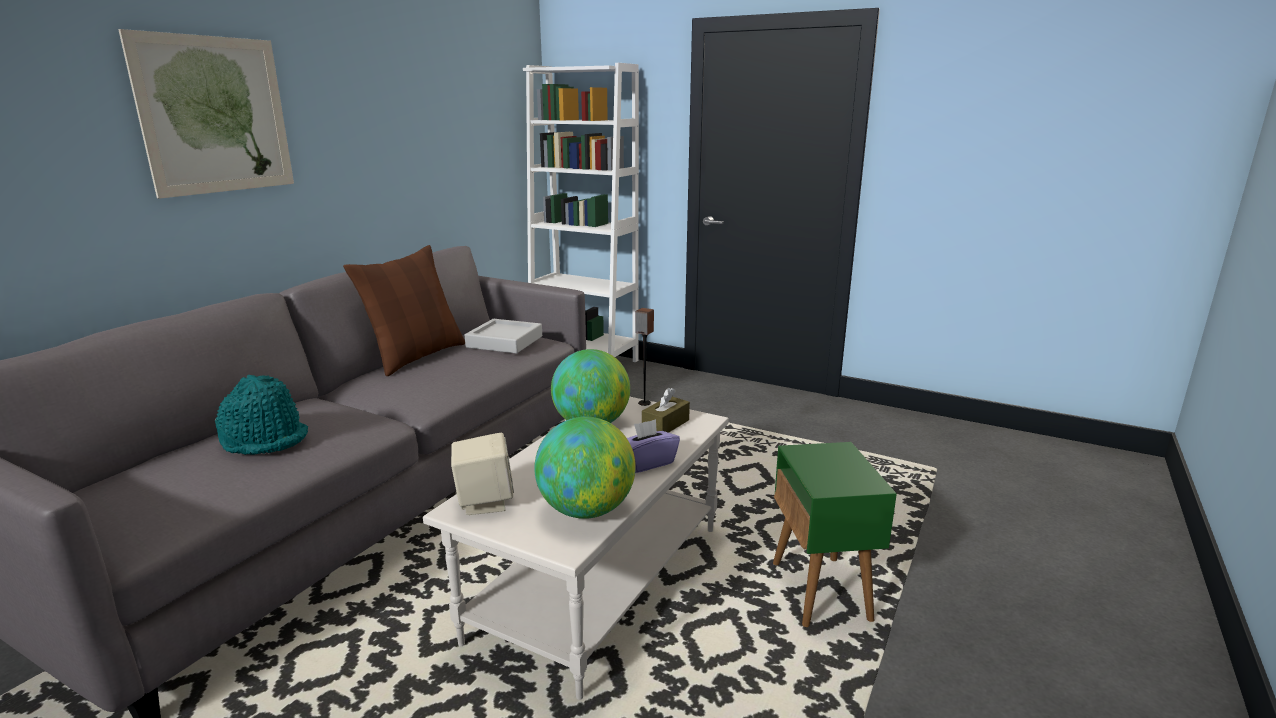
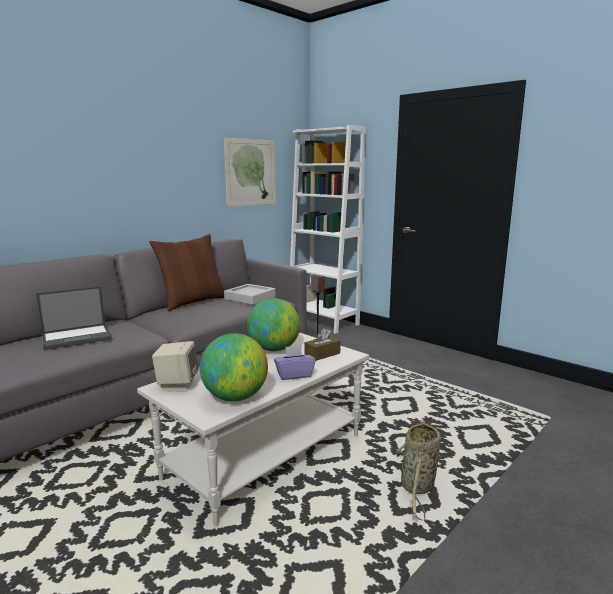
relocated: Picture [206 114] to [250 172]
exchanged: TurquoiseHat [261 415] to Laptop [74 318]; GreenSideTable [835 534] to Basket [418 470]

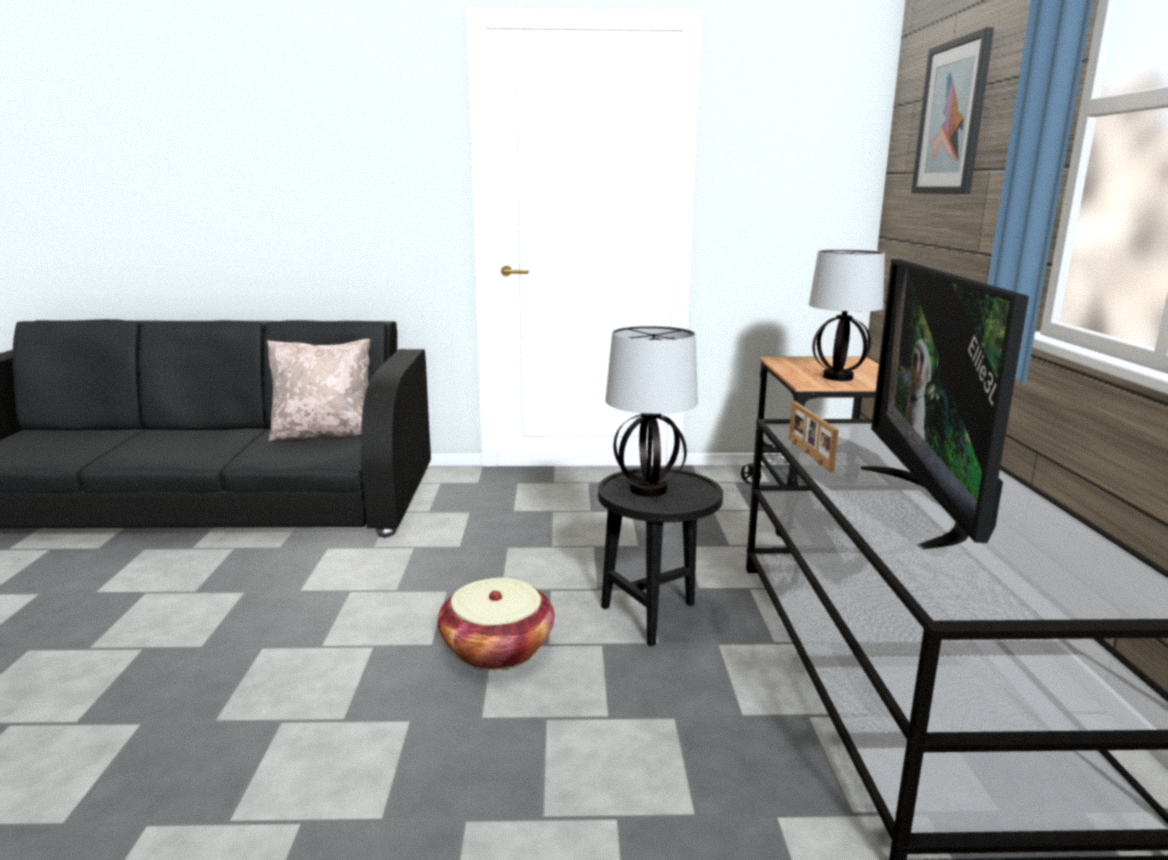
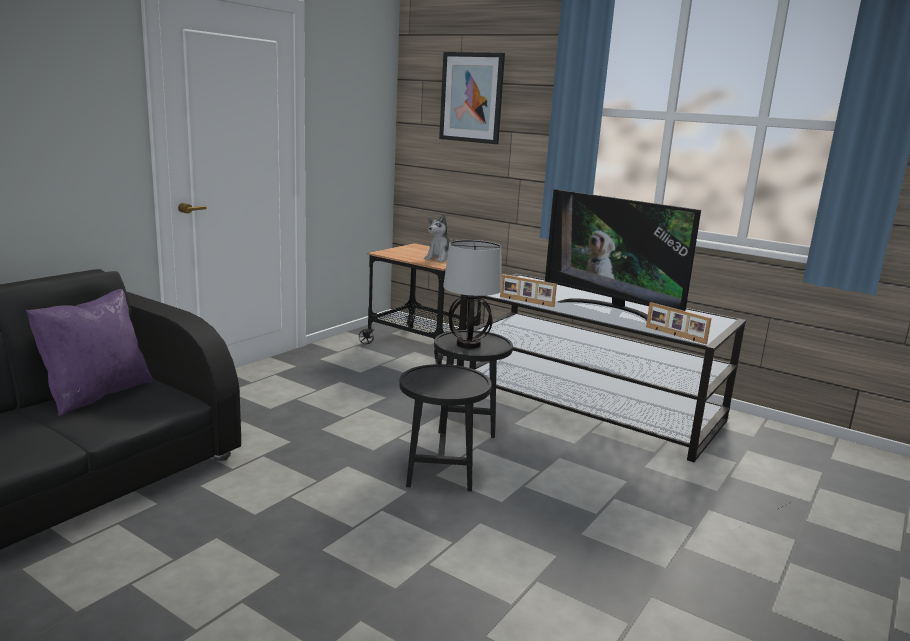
appeared: PictureFrame [679 323]
exchanged: TableLamp [847 315] to PlushToy [439 237]; Basket [496 624] to BlackSideTable [445 427]
colour: BeigePillow [319 390] to PurplePillow [89 352]

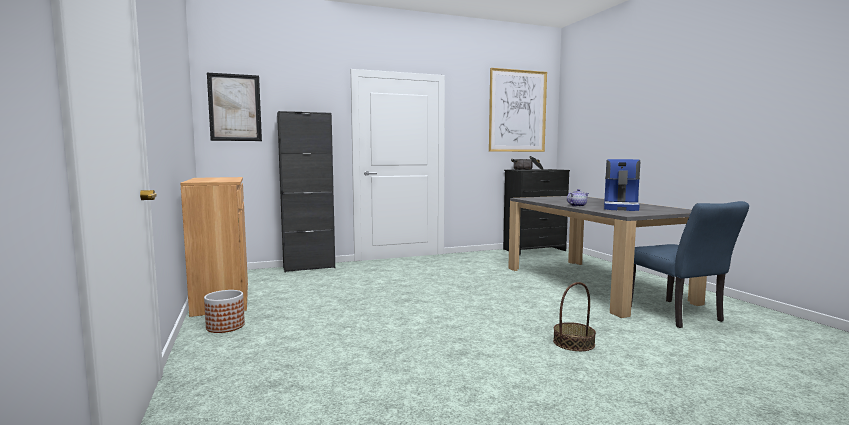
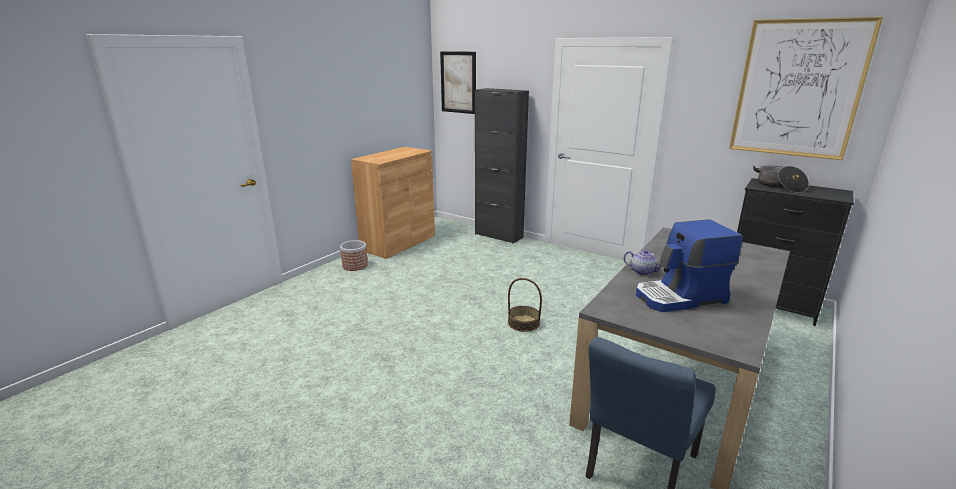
relocated: Basket [574 316] to [525 305]

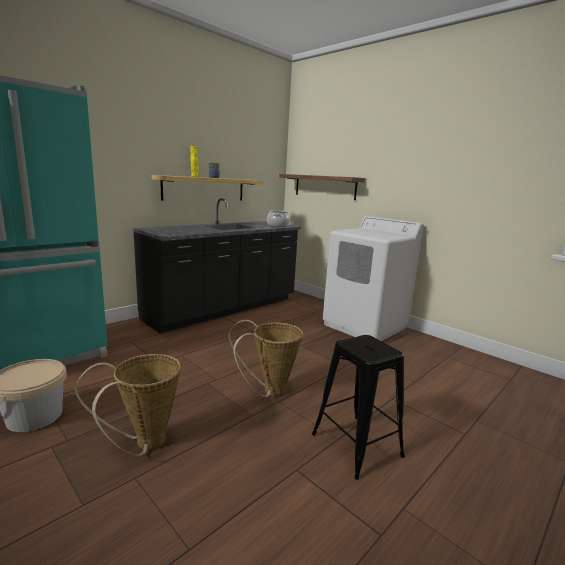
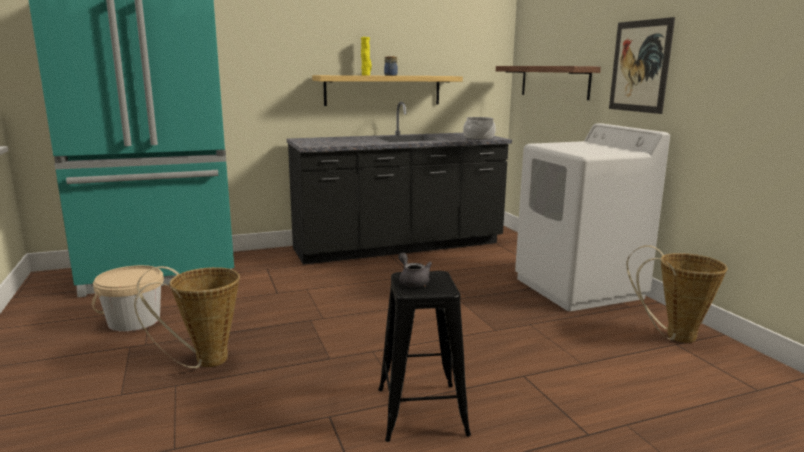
appeared: Picture [642 65]; GreyTeapot [415 270]
relocated: Basket [265 358] to [676 294]

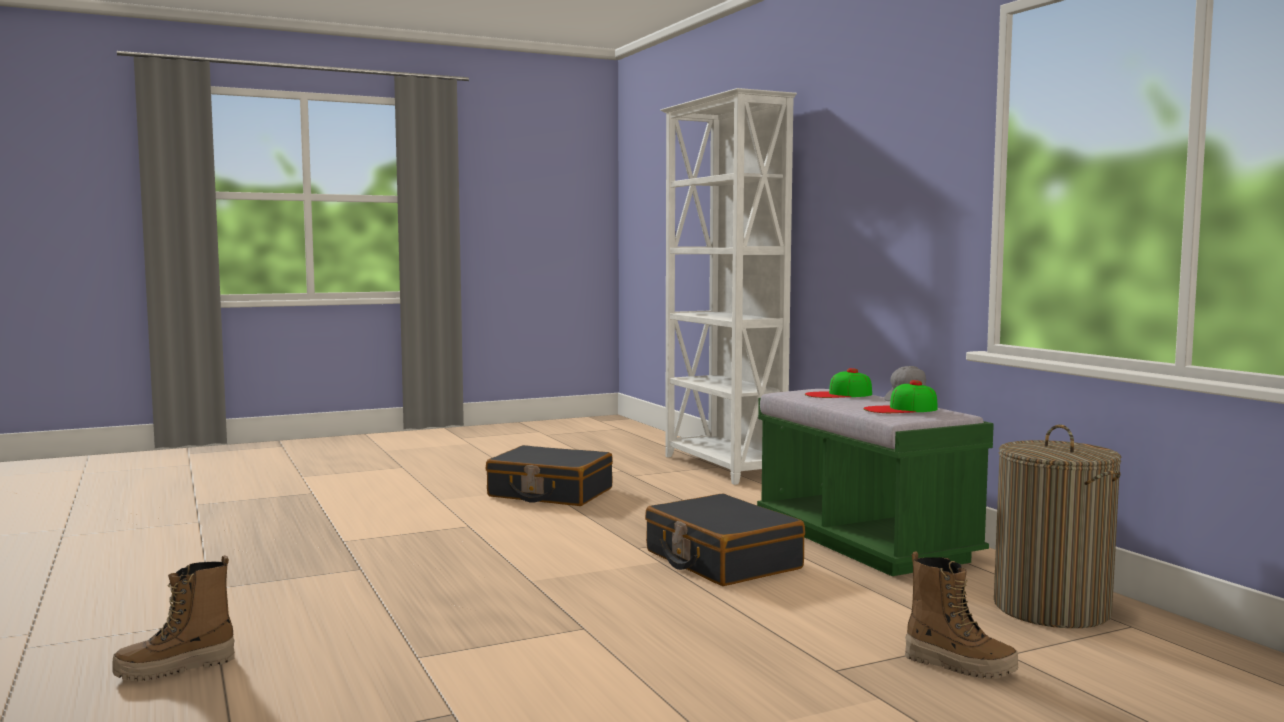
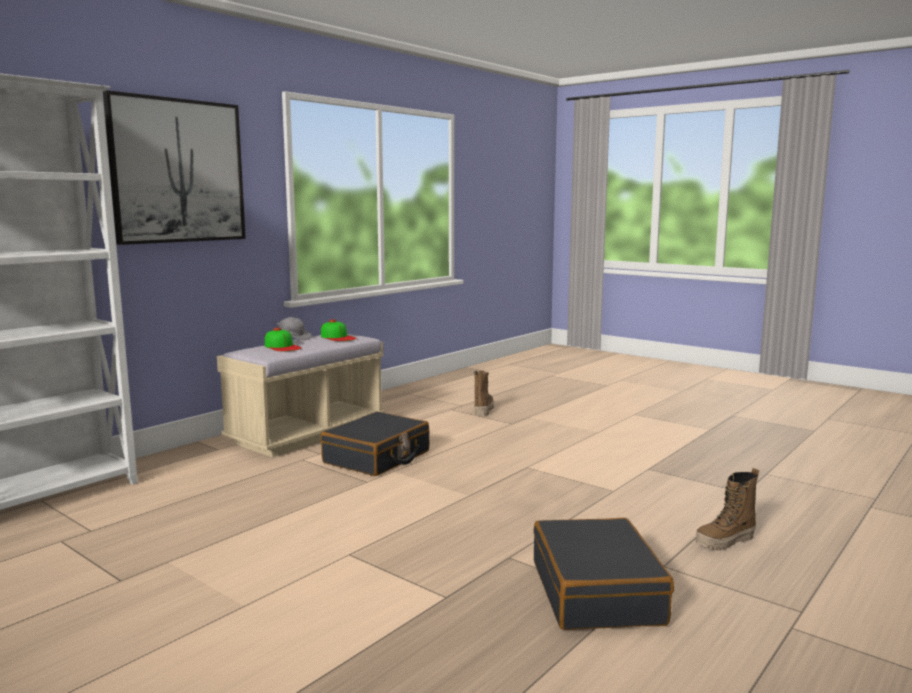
missing: LaundryBasket [1057 526]
appeared: Picture [174 167]
relocated: BlackSuitcase [549 475] to [603 574]
colour: GreenBench [875 482] to BeigeBench [301 396]
spun: Boot [173 618] = [727 509] 120 degrees clockwise

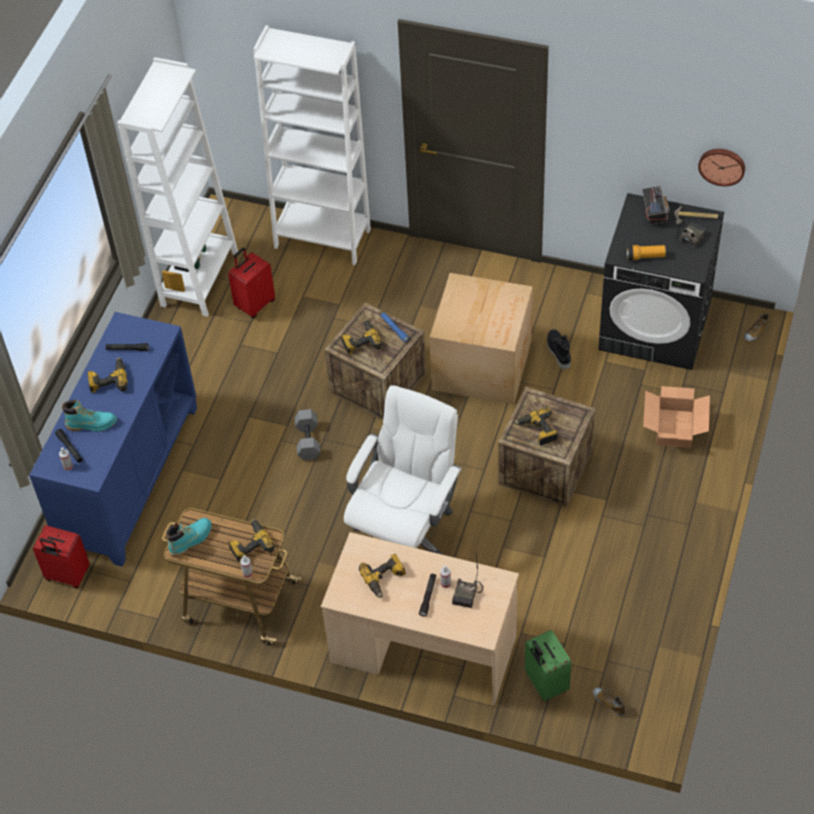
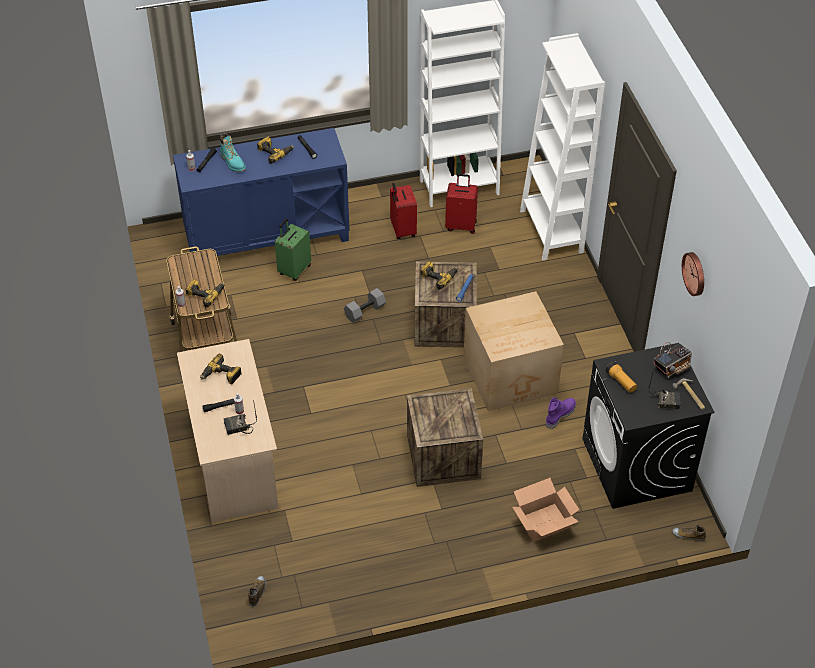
missing: WhiteOfficeChair [403 470]; PowerDrill [536 426]; TurquoiseBoot [189 538]
relocated: WallClock [721 167] to [693 274]; RedSuitcase [61 556] to [403 211]; GreenSuitcase [548 665] to [293 250]
colour: BlackBoot [559 349] to PurpleBoot [561 412]

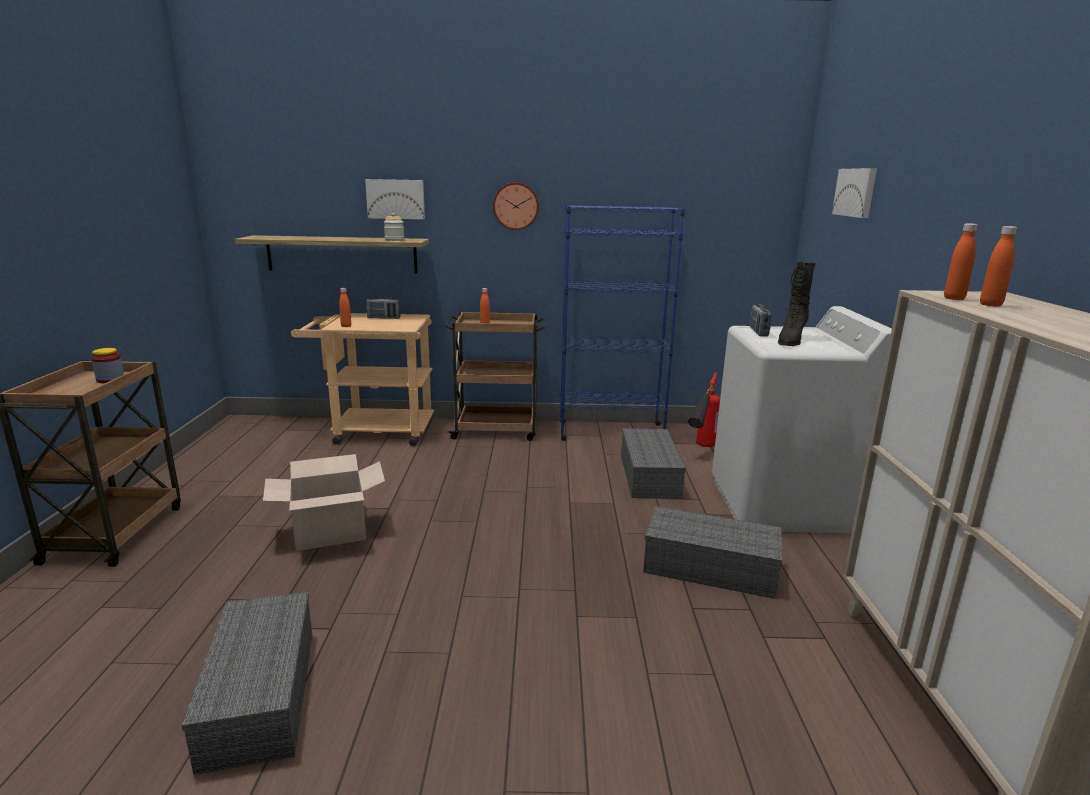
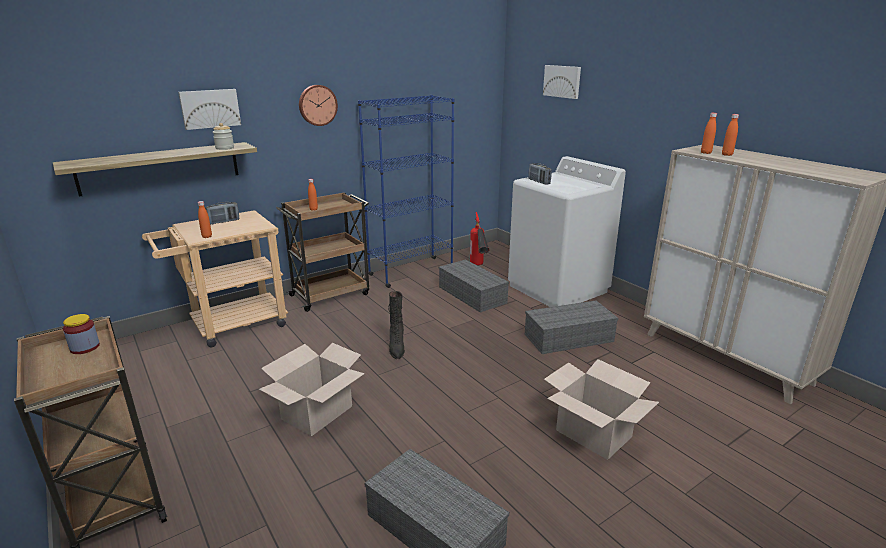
appeared: CardboardBox [601 409]
relocated: BlackBoot [797 304] to [396 325]

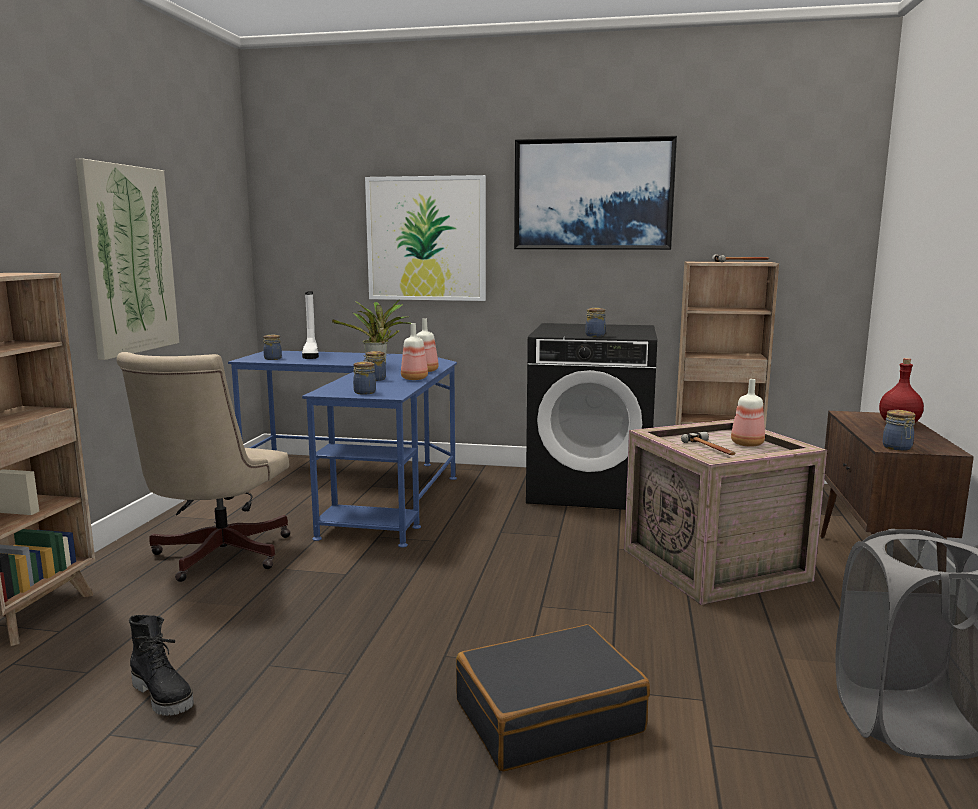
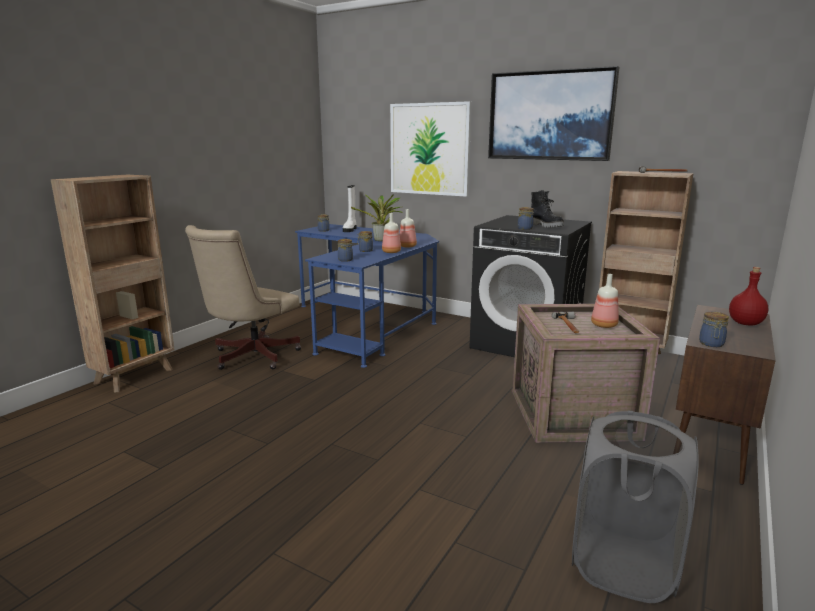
missing: Picture [127 259]; BlackSuitcase [553 697]
relocated: BlackBoot [161 665] to [547 209]

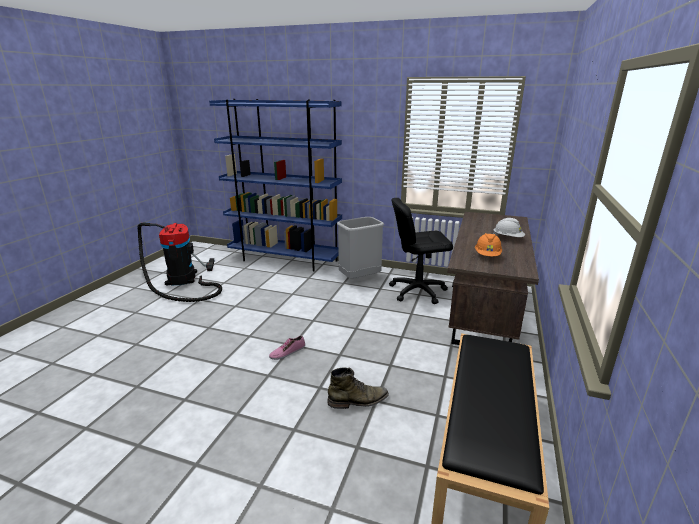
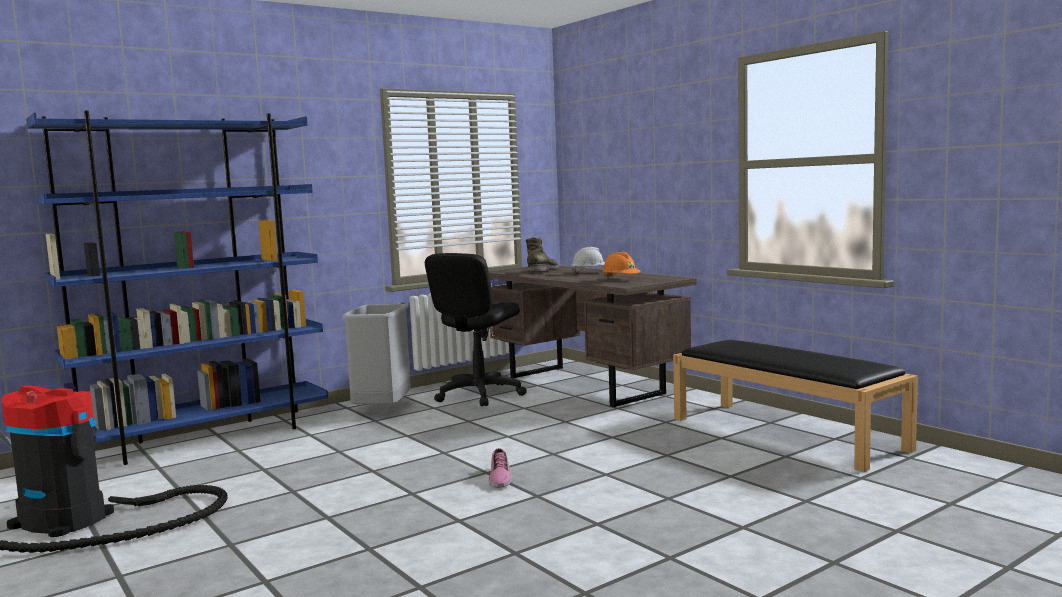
relocated: GreenBoot [358 388] to [542 254]

